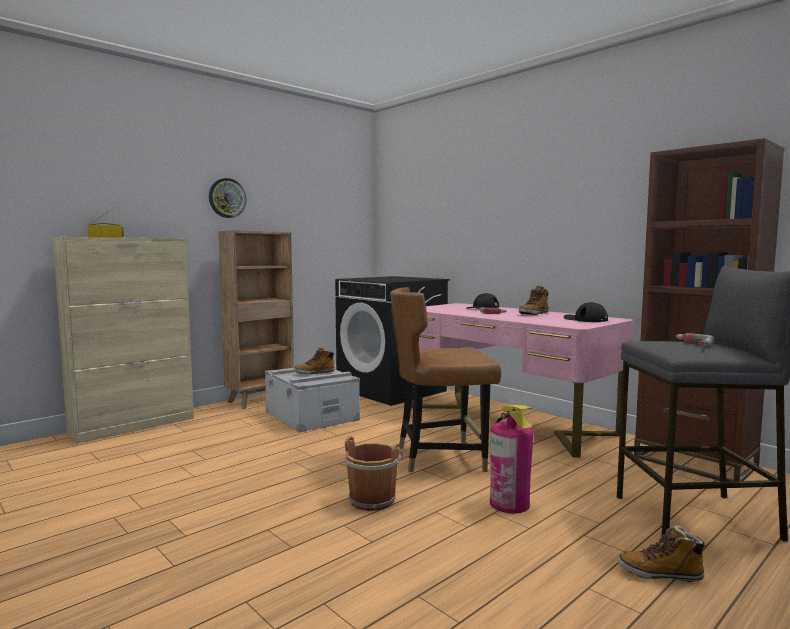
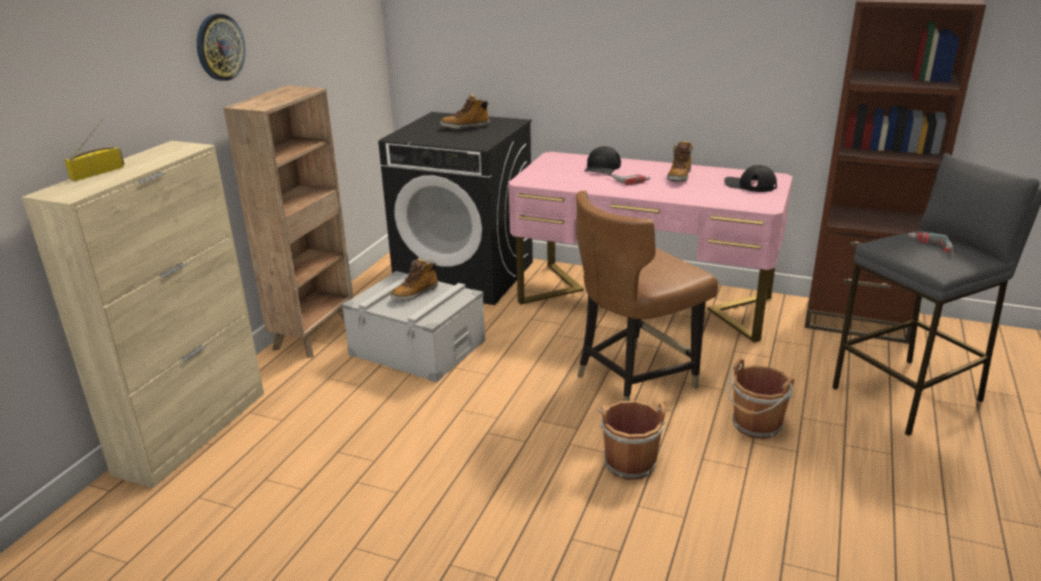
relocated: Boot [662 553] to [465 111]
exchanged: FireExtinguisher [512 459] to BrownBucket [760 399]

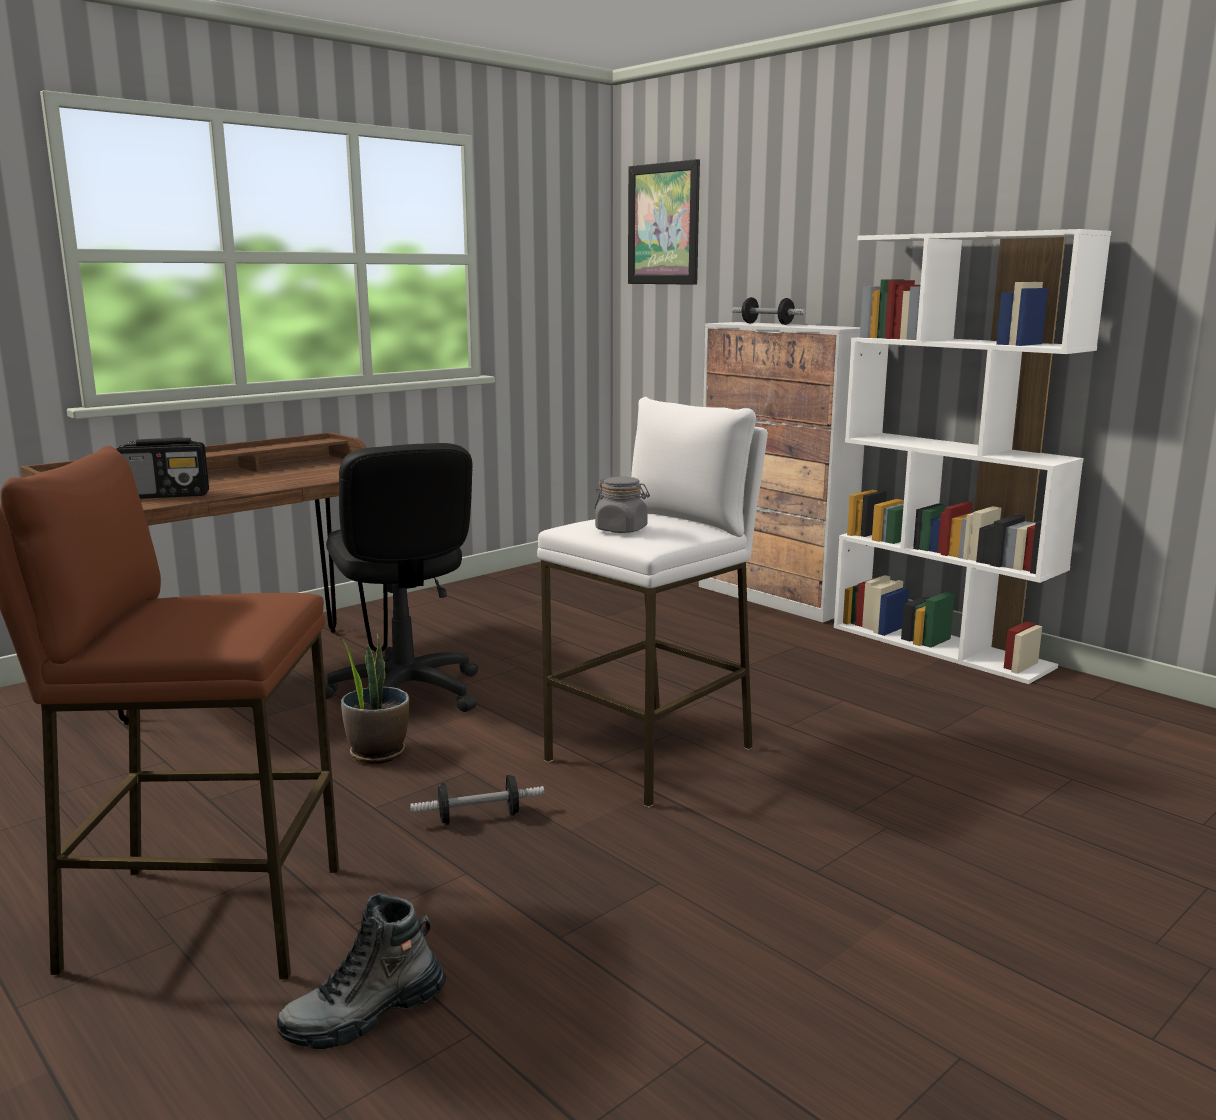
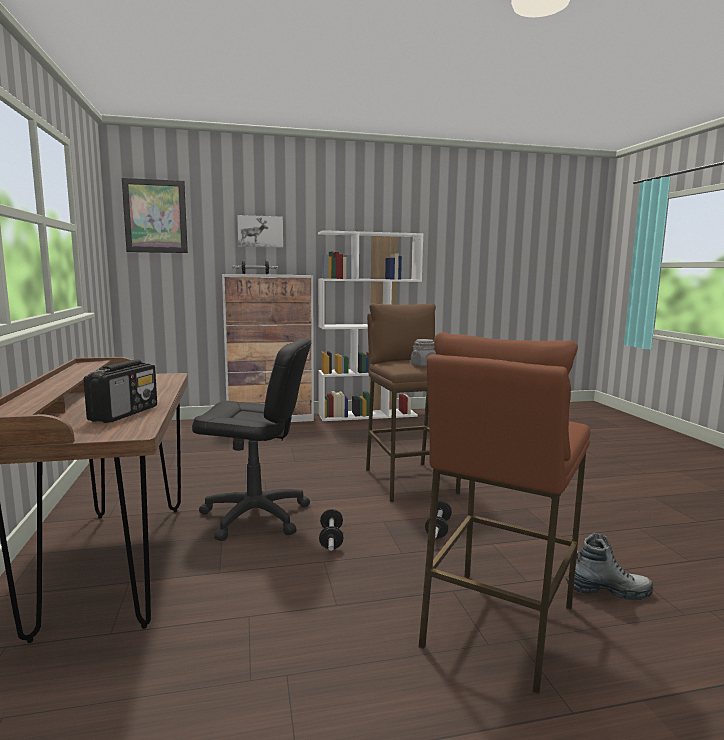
appeared: Picture [260 231]
exchanged: PottedPlant [374 698] to Dumbbell [331 530]
colour: WhiteStool [652 602] to BrownStool [413 402]
spun: Boot [361 971] = [609 566] 90 degrees counterclockwise

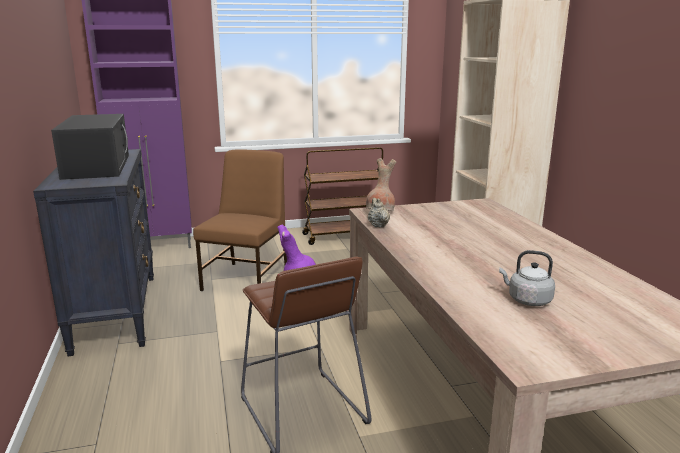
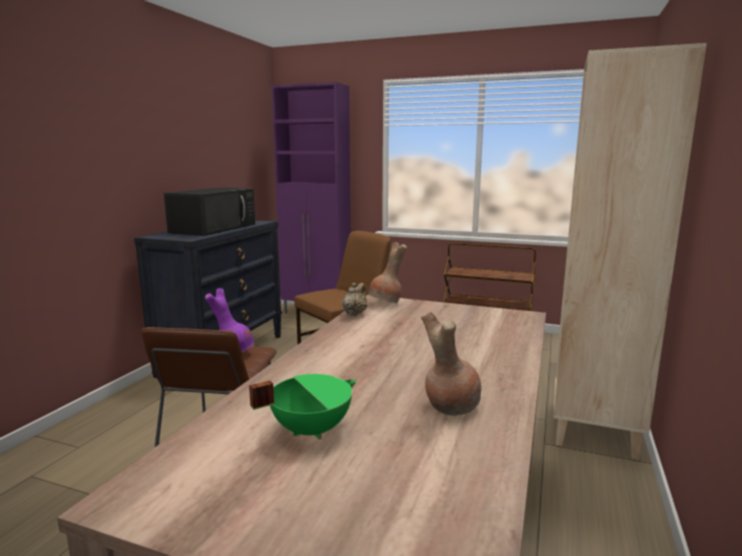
appeared: BrownVase [451 363]
exchanged: GreyKettle [527 278] to GreenCookingPot [303 406]

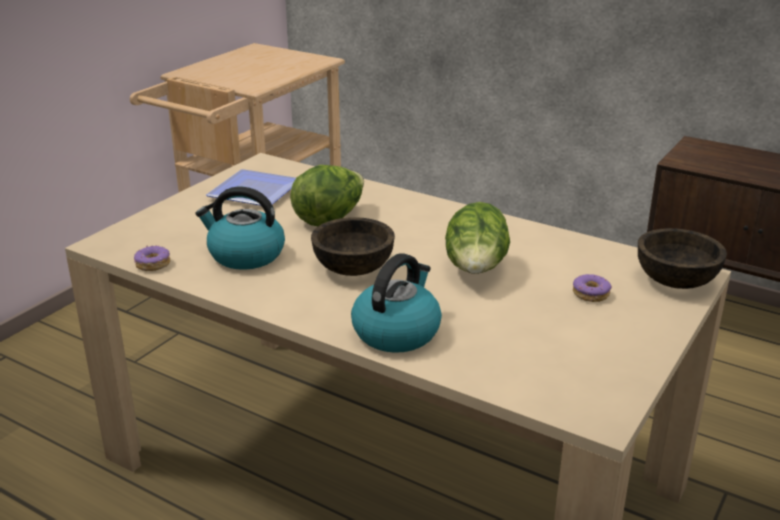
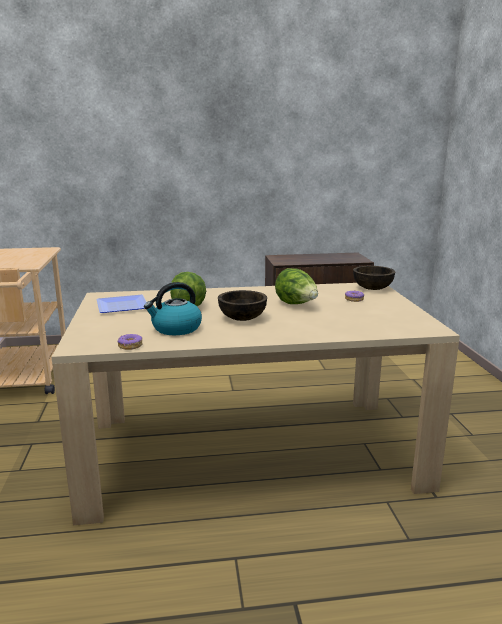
missing: Kettle [396 303]

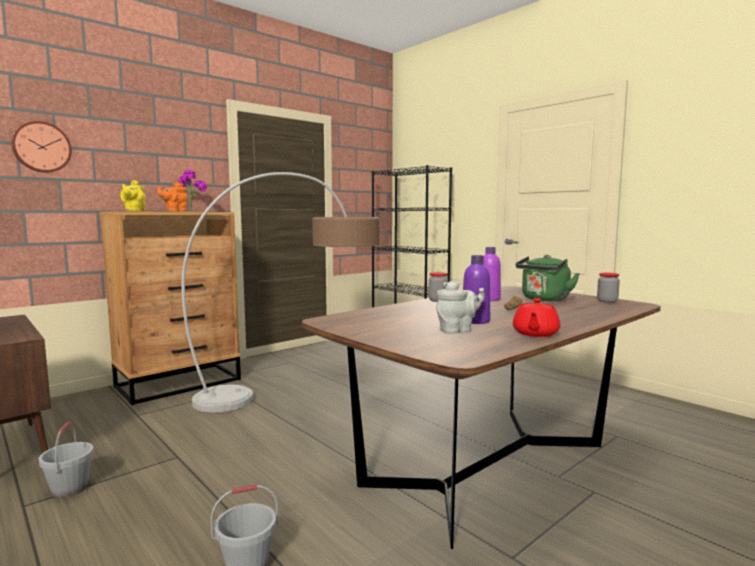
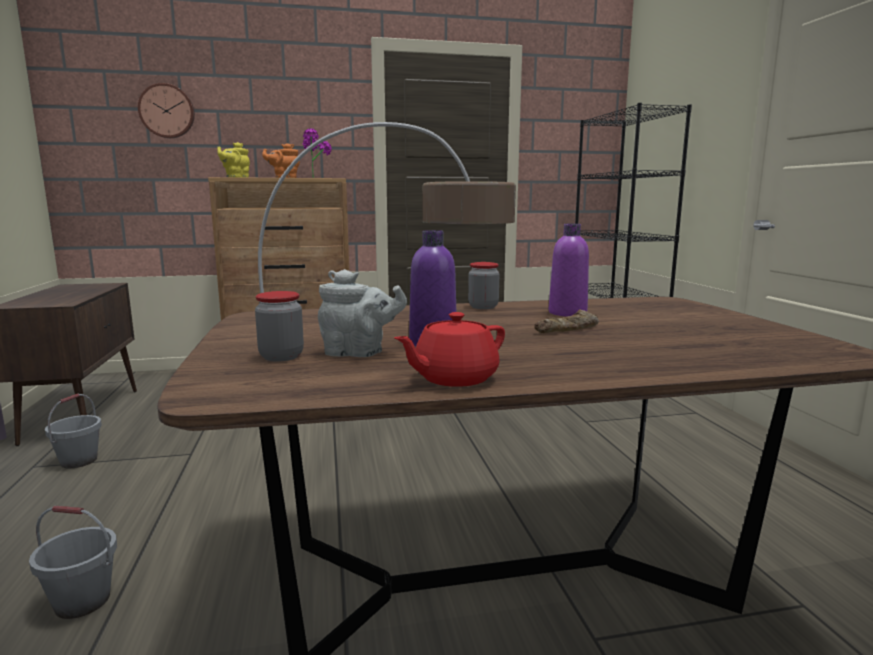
missing: GreenKettle [548 278]
relocated: Jar [608 288] to [279 326]

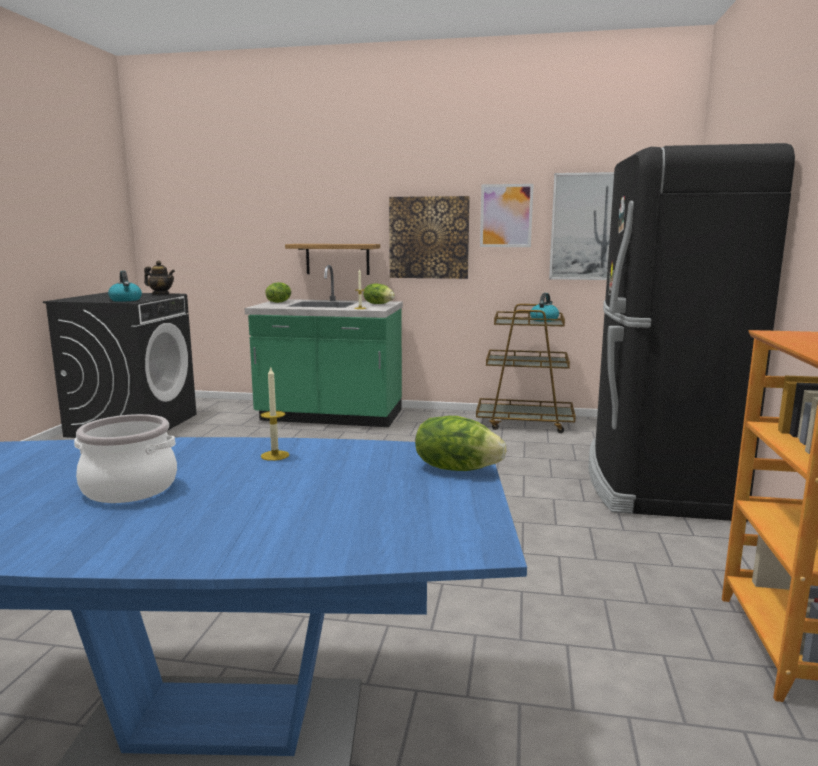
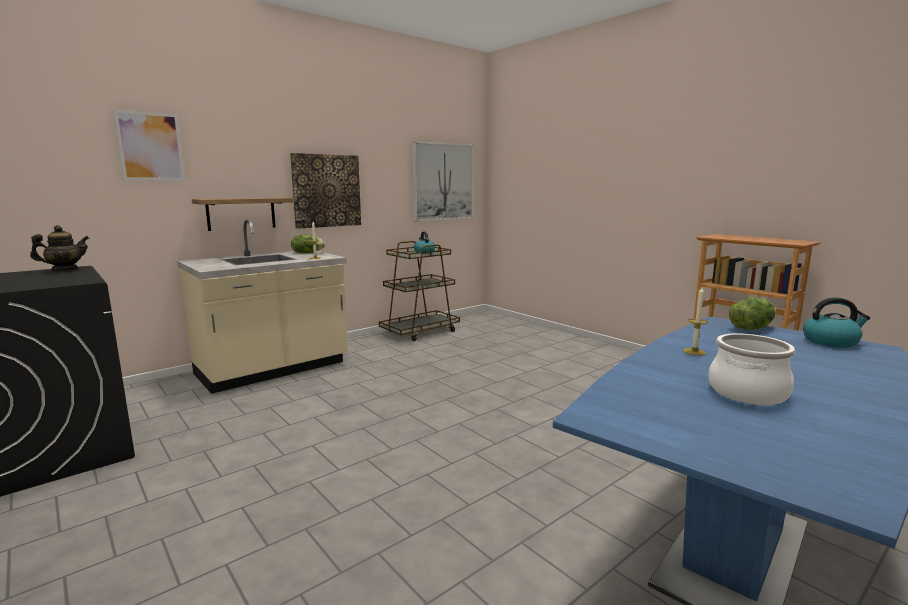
missing: BlackFridge [692 332]; Lettuce [278 292]
relocated: Picture [507 215] to [149 145]; Kettle [125 286] to [836 322]
colour: GreenCounter [324 346] to BeigeCounter [262 307]

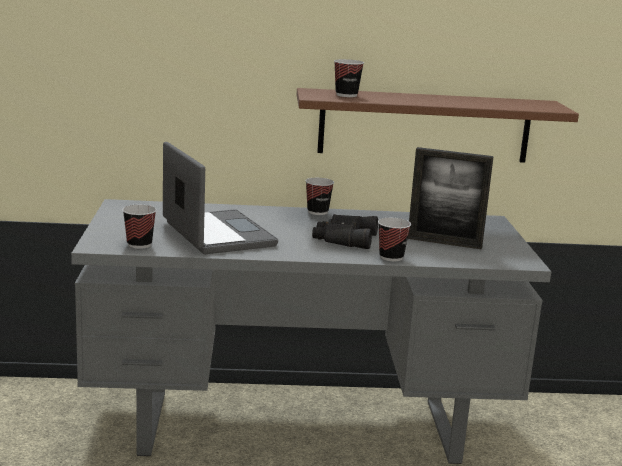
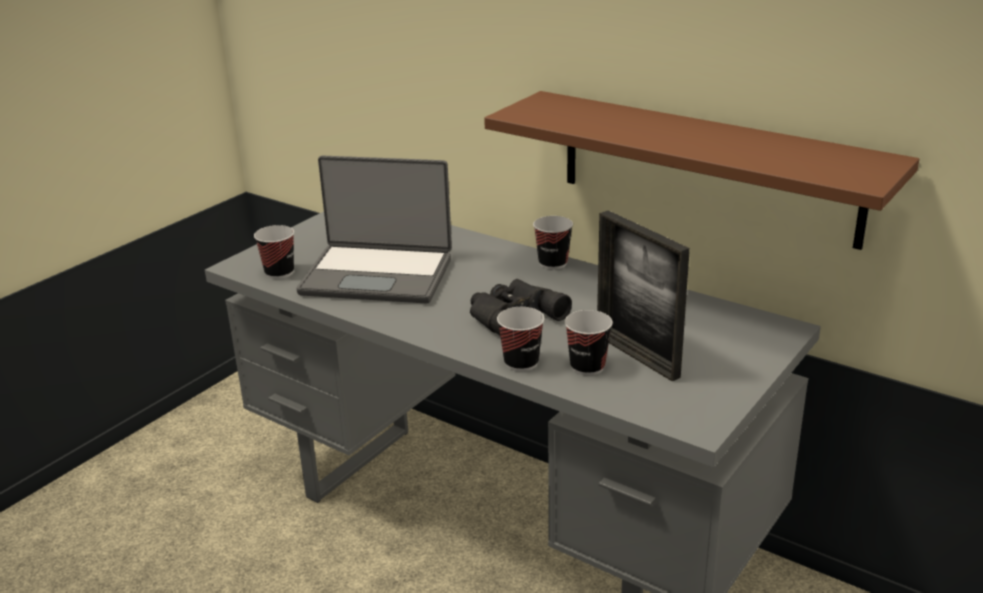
relocated: Cup [349 78] to [588 343]
spun: Laptop [220 198] = [374 229] 90 degrees clockwise

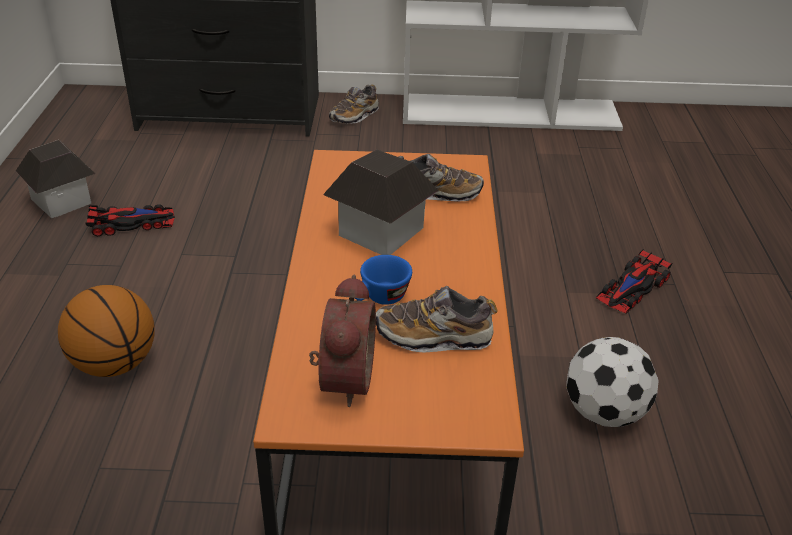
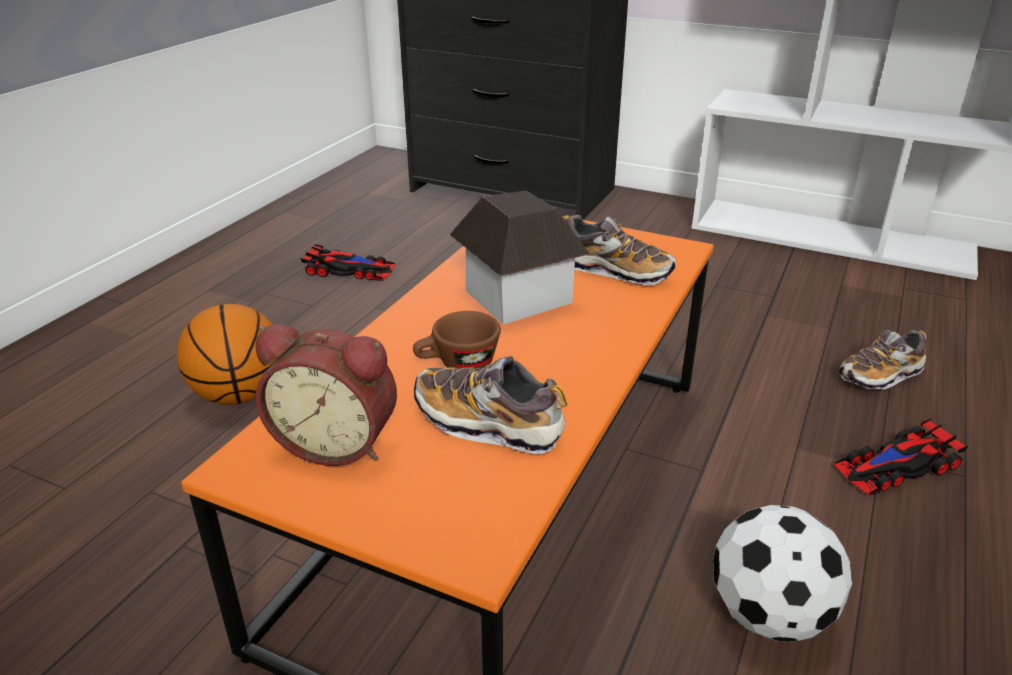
missing: ToyHouse [55 179]
relocated: Shoe [354 104] to [882 359]
colour: BlueCup [383 280] to BrownCup [457 340]
spun: AlarmClock [342 341] = [326 395] 75 degrees clockwise

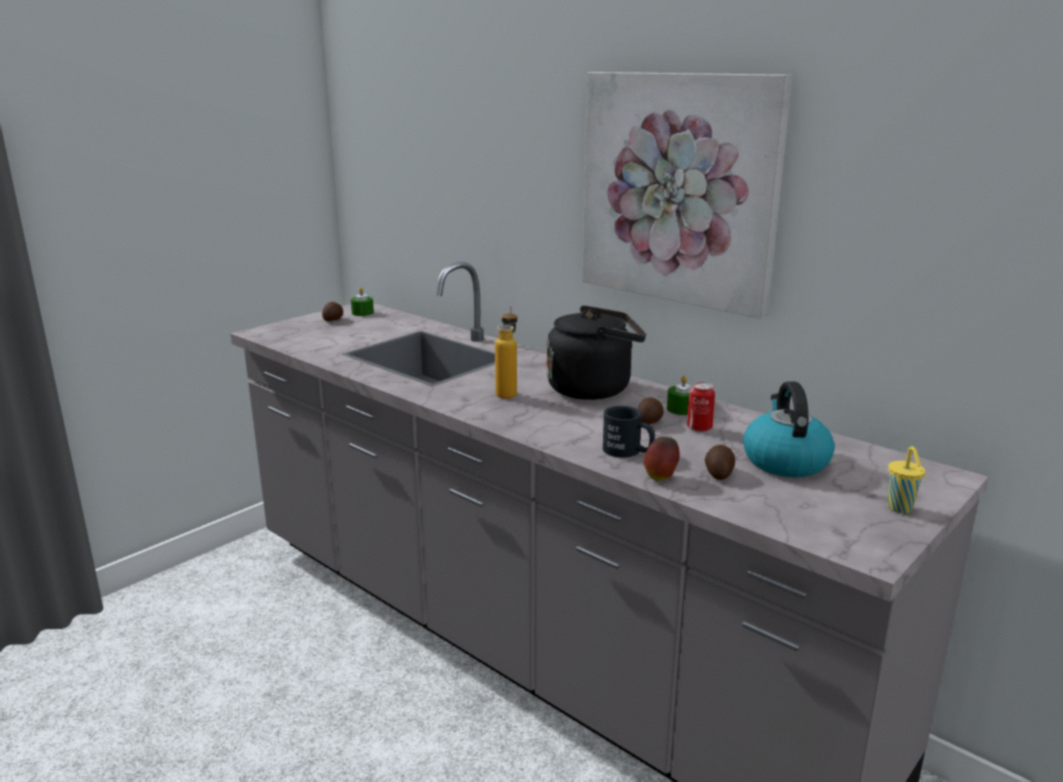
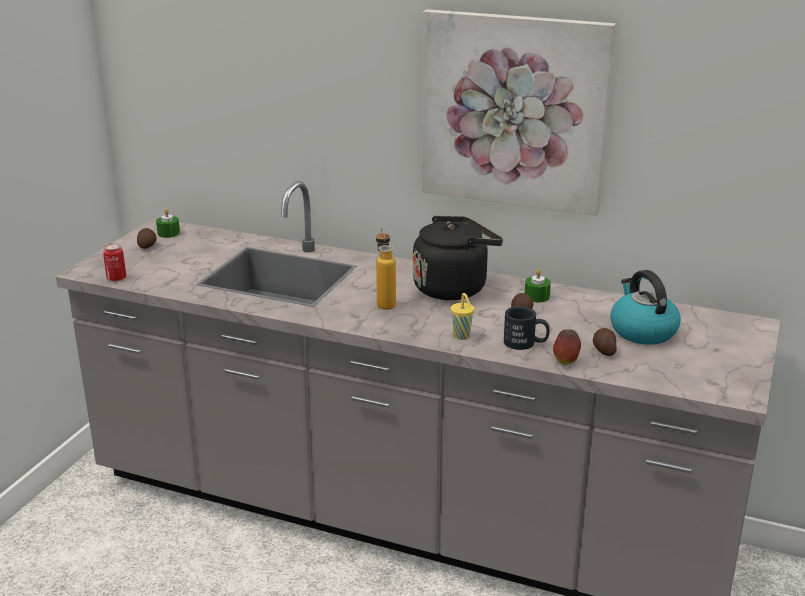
relocated: Can [701 407] to [114 262]; YellowCup [906 479] to [463 316]

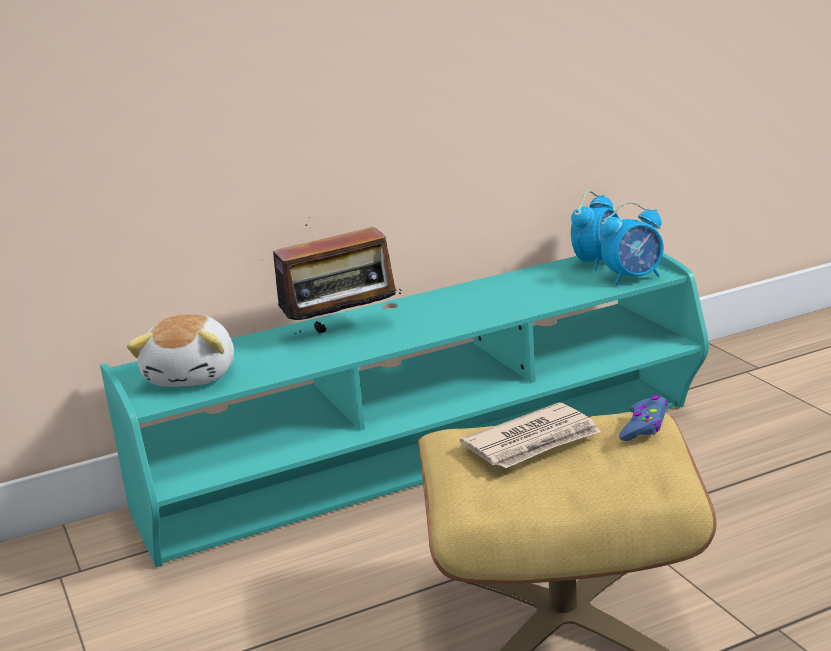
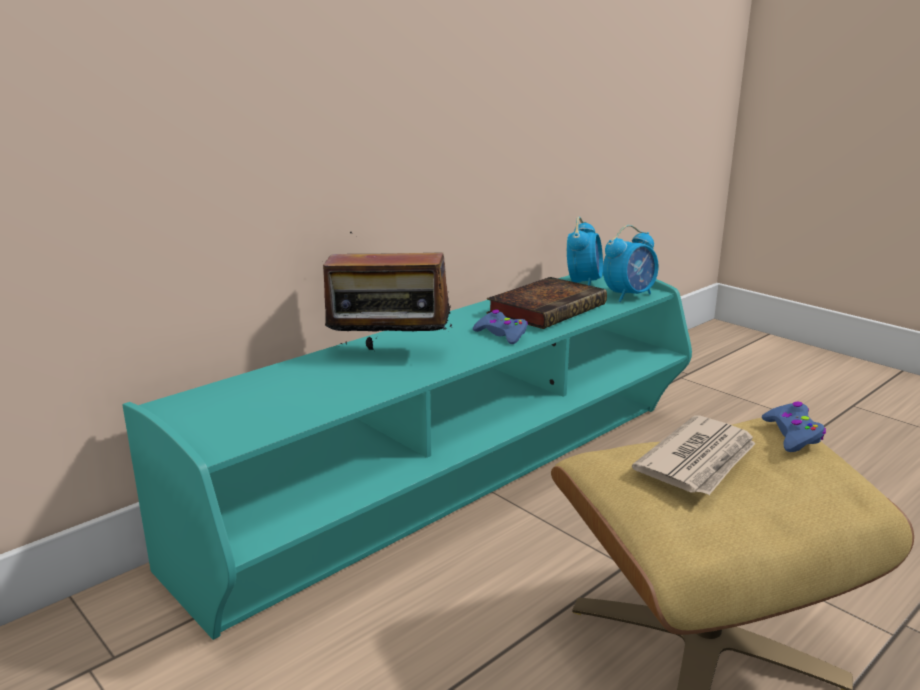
missing: PlushToy [180 350]
appeared: Book [546 303]; BlueGameController [500 327]
spun: Radio [331 275] = [387 288] 45 degrees clockwise

